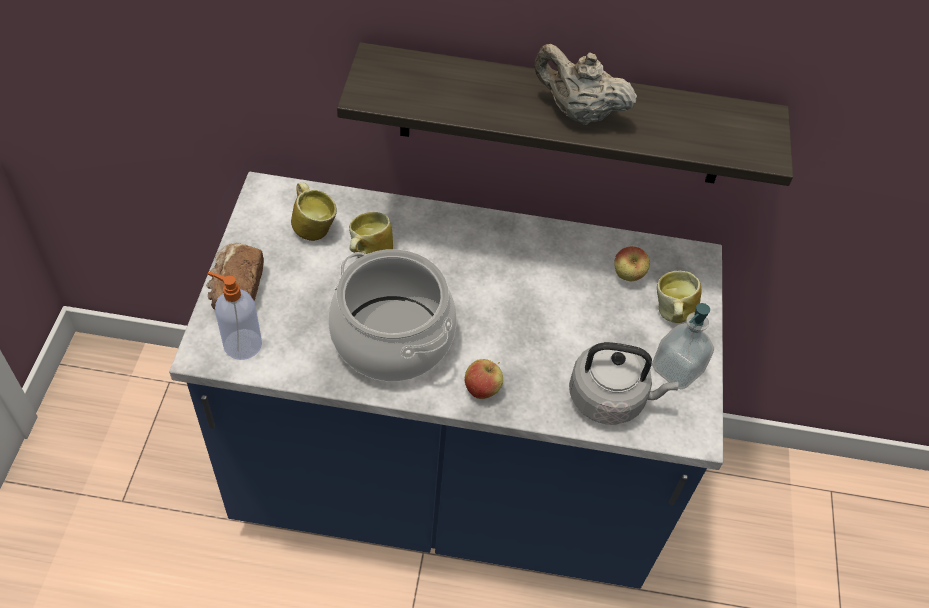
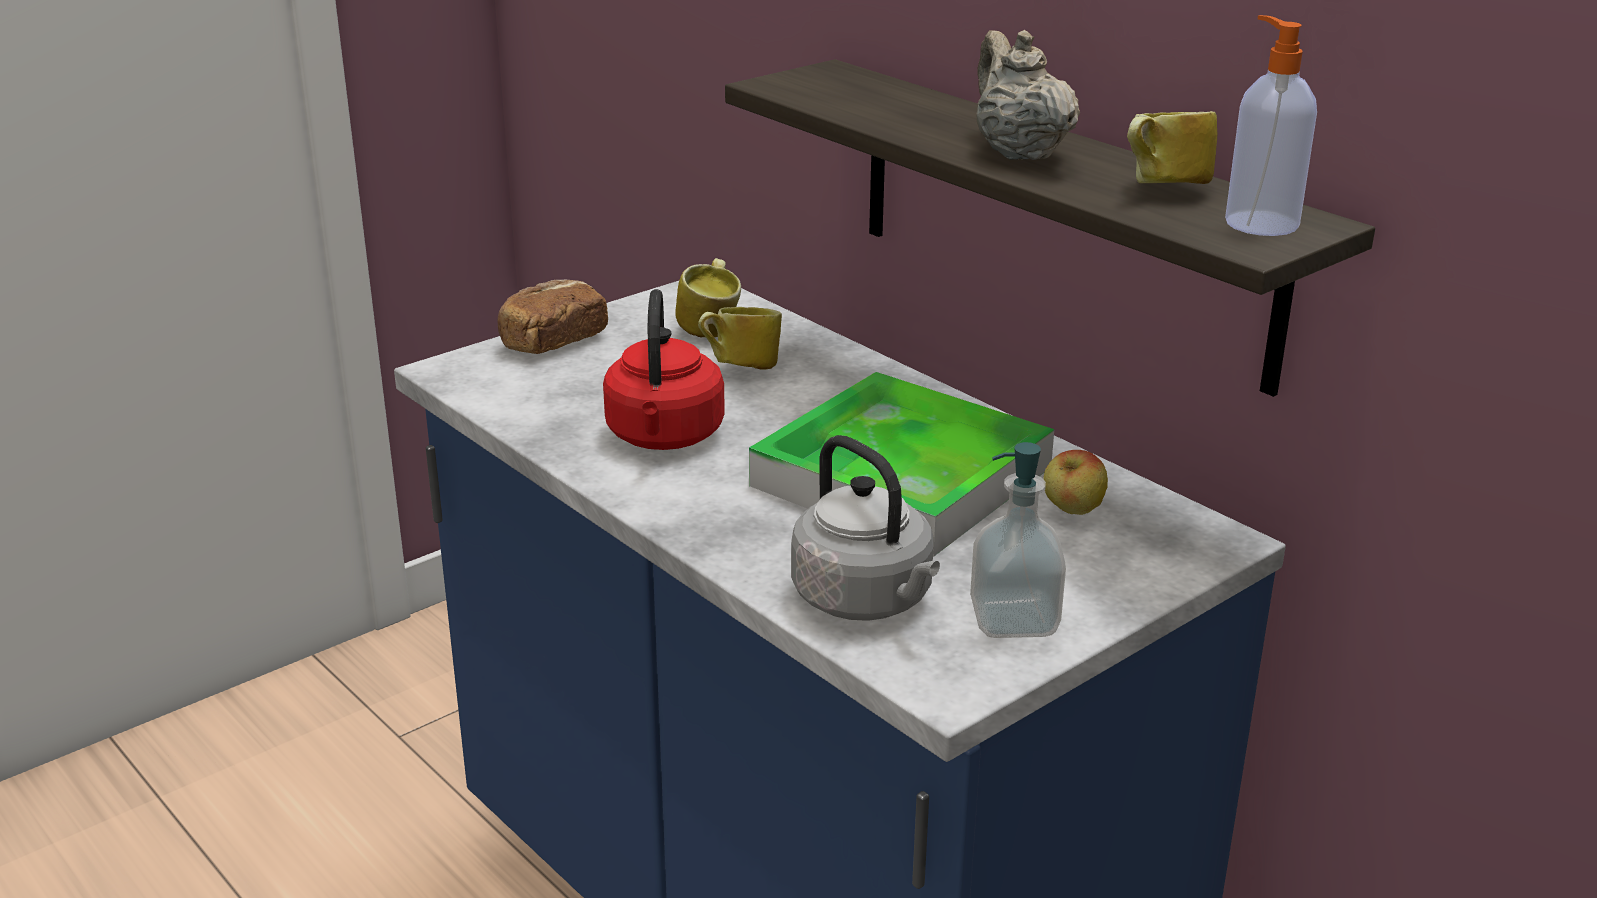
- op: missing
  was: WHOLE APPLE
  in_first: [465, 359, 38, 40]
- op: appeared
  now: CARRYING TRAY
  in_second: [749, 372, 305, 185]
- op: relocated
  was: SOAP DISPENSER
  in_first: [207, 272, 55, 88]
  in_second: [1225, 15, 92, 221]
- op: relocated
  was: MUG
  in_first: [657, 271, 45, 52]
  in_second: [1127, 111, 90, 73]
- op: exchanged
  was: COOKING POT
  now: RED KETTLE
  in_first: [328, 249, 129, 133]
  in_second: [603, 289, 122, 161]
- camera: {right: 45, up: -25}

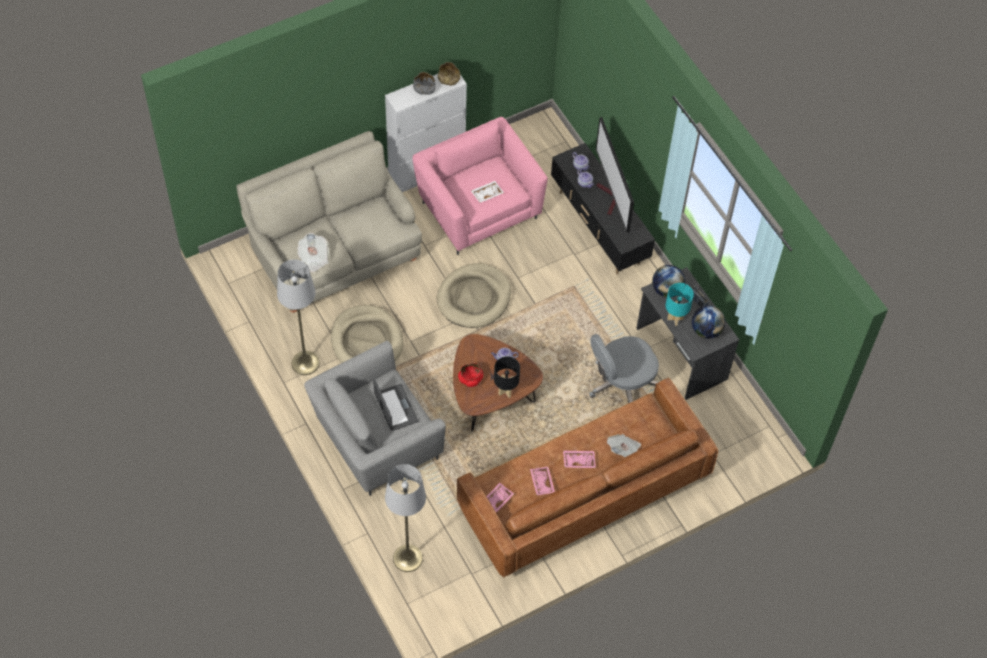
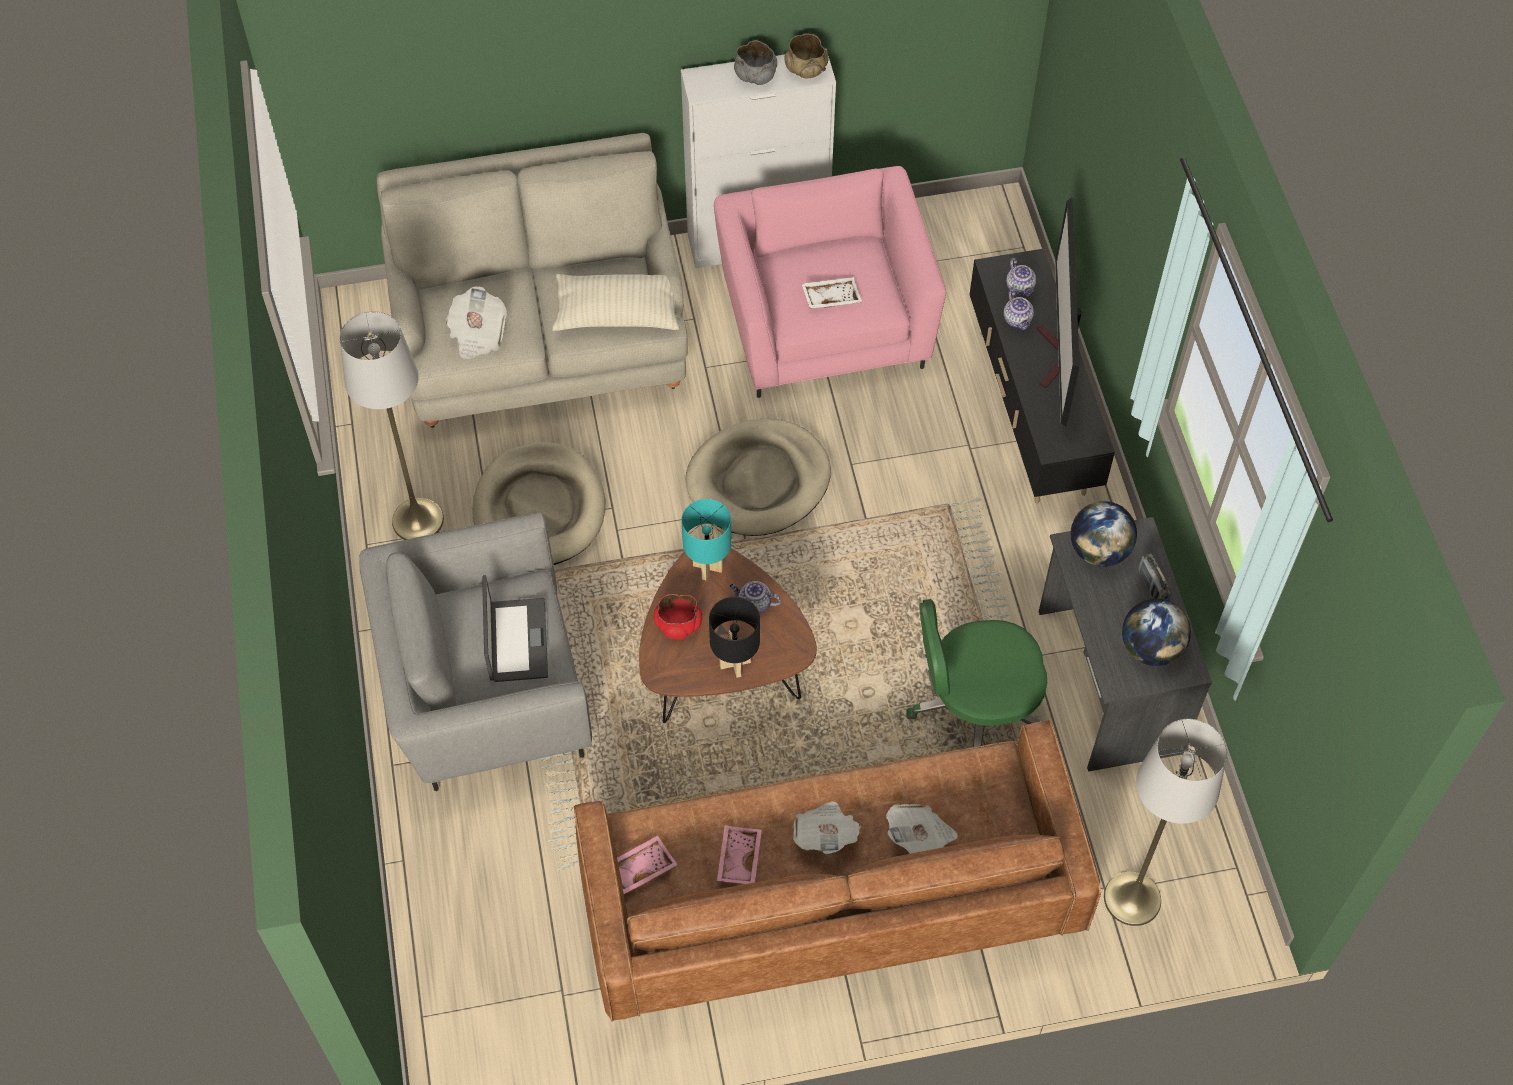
- op: appeared
  now: BEIGE CUSHION
  in_second: [552, 274, 128, 57]
- op: relocated
  was: GREY FLOOR LAMP
  in_first: [385, 464, 41, 108]
  in_second: [1104, 719, 123, 207]
- op: relocated
  was: BLUE-GREEN TABLE LAMP
  in_first: [666, 283, 28, 43]
  in_second: [681, 499, 51, 81]
- op: exchanged
  was: PINK CARRYING TRAY
  now: DAILY PAPER
  in_first: [563, 450, 33, 18]
  in_second: [793, 802, 68, 52]
- op: colour
  was: GREY OFFICE CHAIR
  now: GREENISH OFFICE CHAIR
  in_first: [589, 334, 70, 69]
  in_second: [907, 599, 140, 148]
- camera: {right: 20, up: 0}

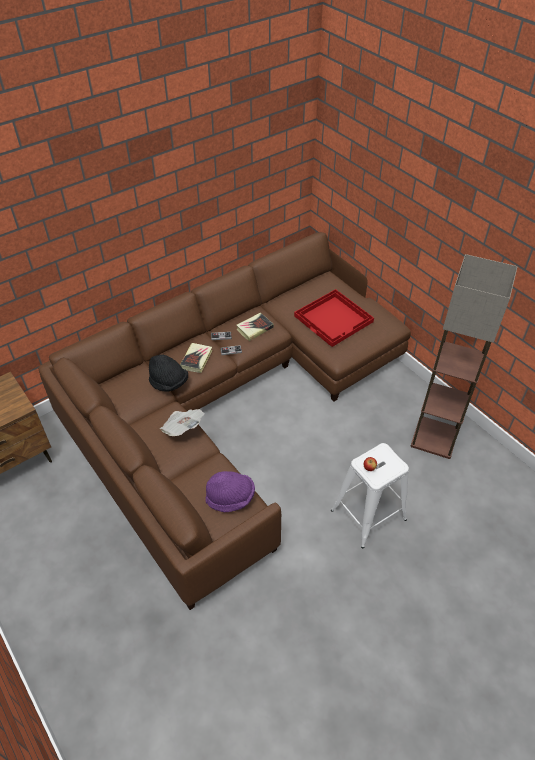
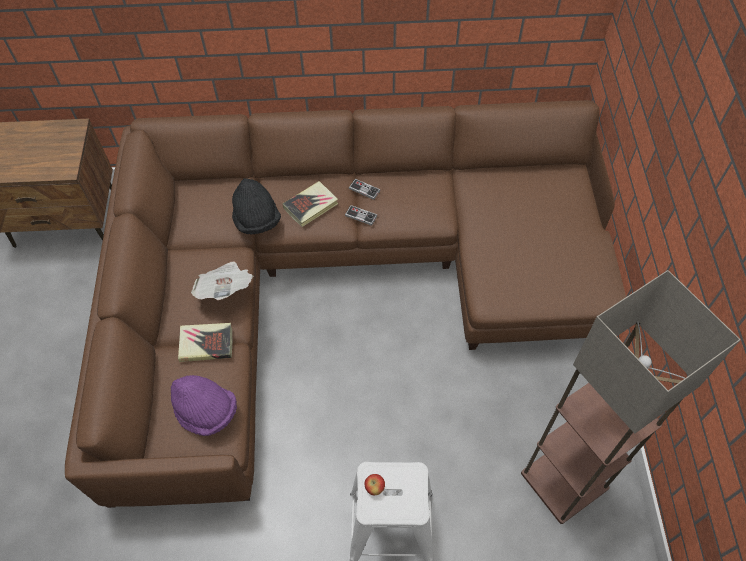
- op: missing
  was: RED CARRYING TRAY
  in_first: [294, 289, 80, 58]
- op: relocated
  was: BOOK
  in_first: [236, 313, 38, 28]
  in_second: [178, 323, 54, 39]
- camera: {right: 35, up: 10}

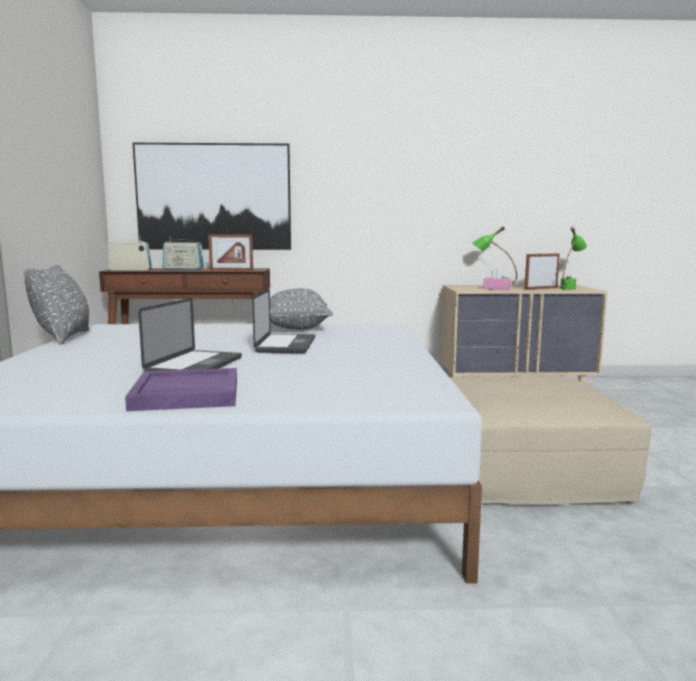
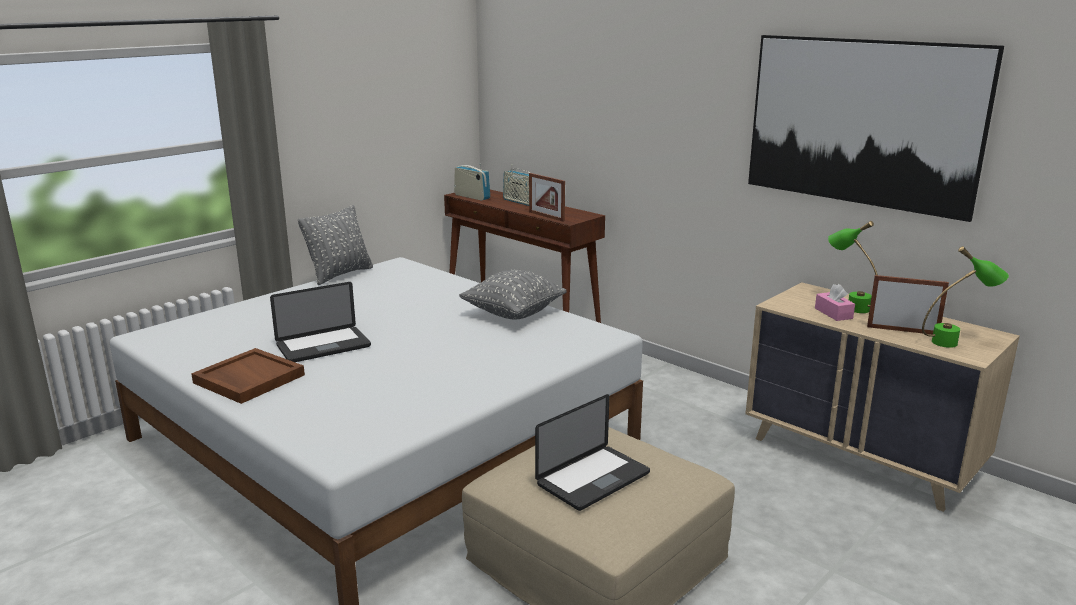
- op: relocated
  was: WALL PICTURE
  in_first: [133, 143, 158, 107]
  in_second: [748, 35, 256, 187]
- op: relocated
  was: NOTEBOOK COMPUTER
  in_first: [252, 289, 63, 64]
  in_second: [535, 394, 115, 117]
- op: colour
  was: PURPLISH CARRYING TRAY
  now: BROWN CARRYING TRAY
  in_first: [125, 368, 112, 43]
  in_second: [191, 348, 114, 56]
- camera: {right: 45, up: 10}

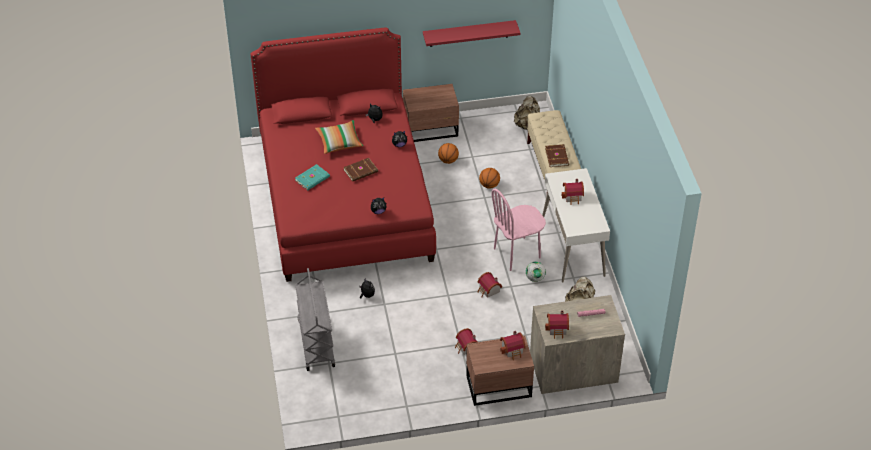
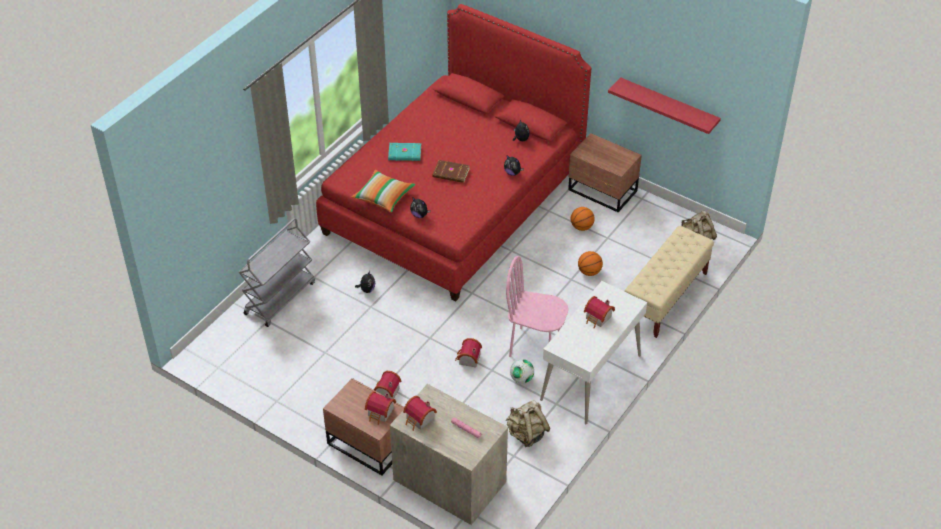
- op: missing
  was: BROWN BOOK
  in_first: [545, 144, 24, 23]
- op: relocated
  was: CUSHION
  in_first: [315, 120, 48, 34]
  in_second: [352, 170, 64, 43]
- camera: {right: 45, up: 0}

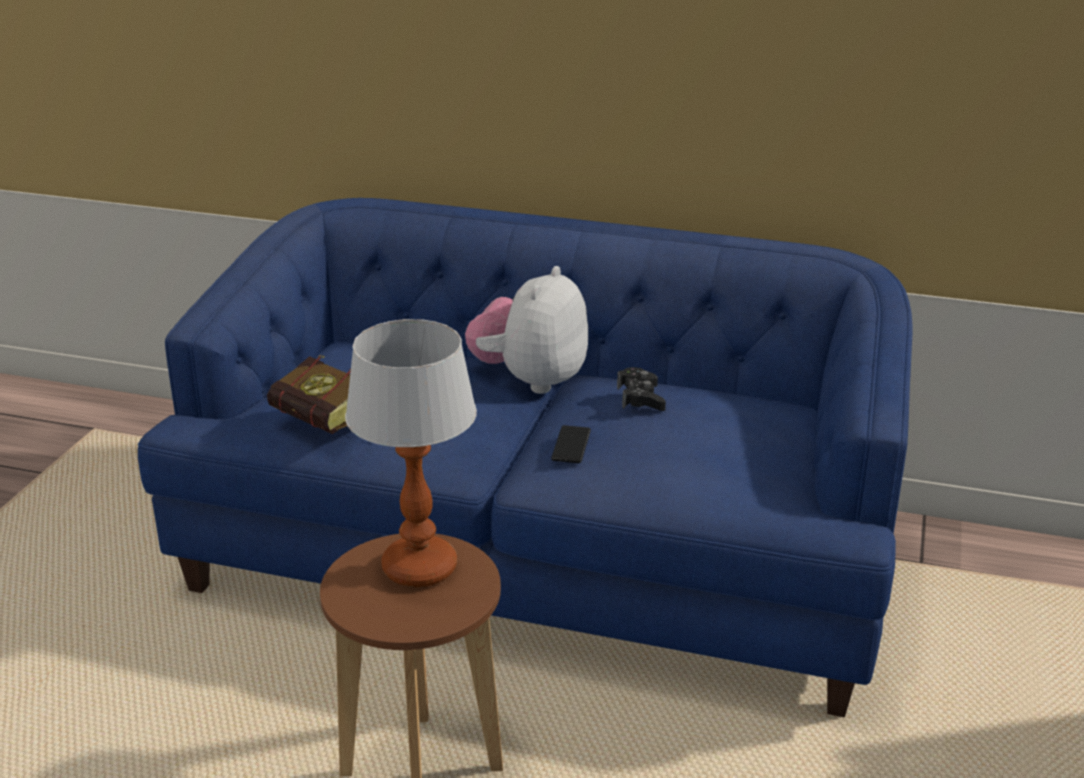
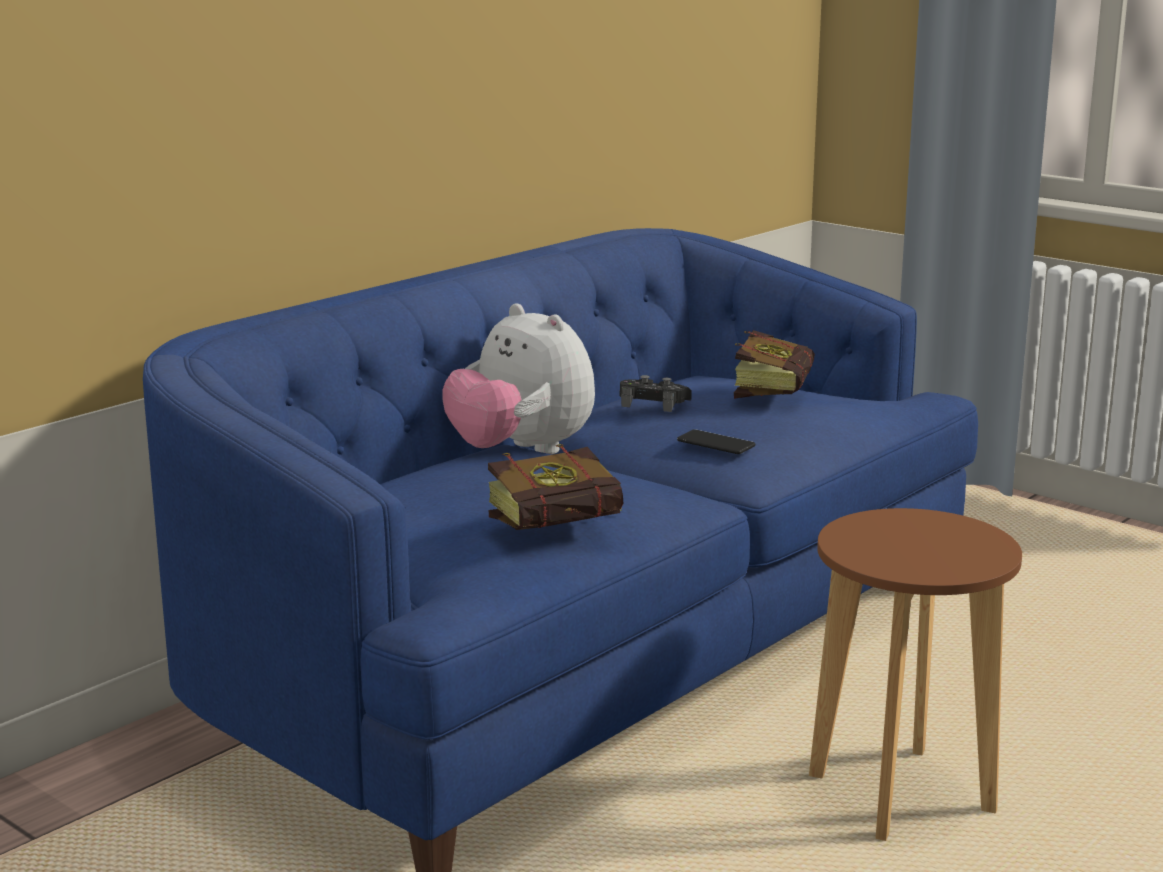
- op: missing
  was: TABLE LAMP
  in_first: [345, 319, 132, 268]
- op: appeared
  now: BOOK
  in_second: [734, 330, 81, 69]
- camera: {right: -65, up: -10}

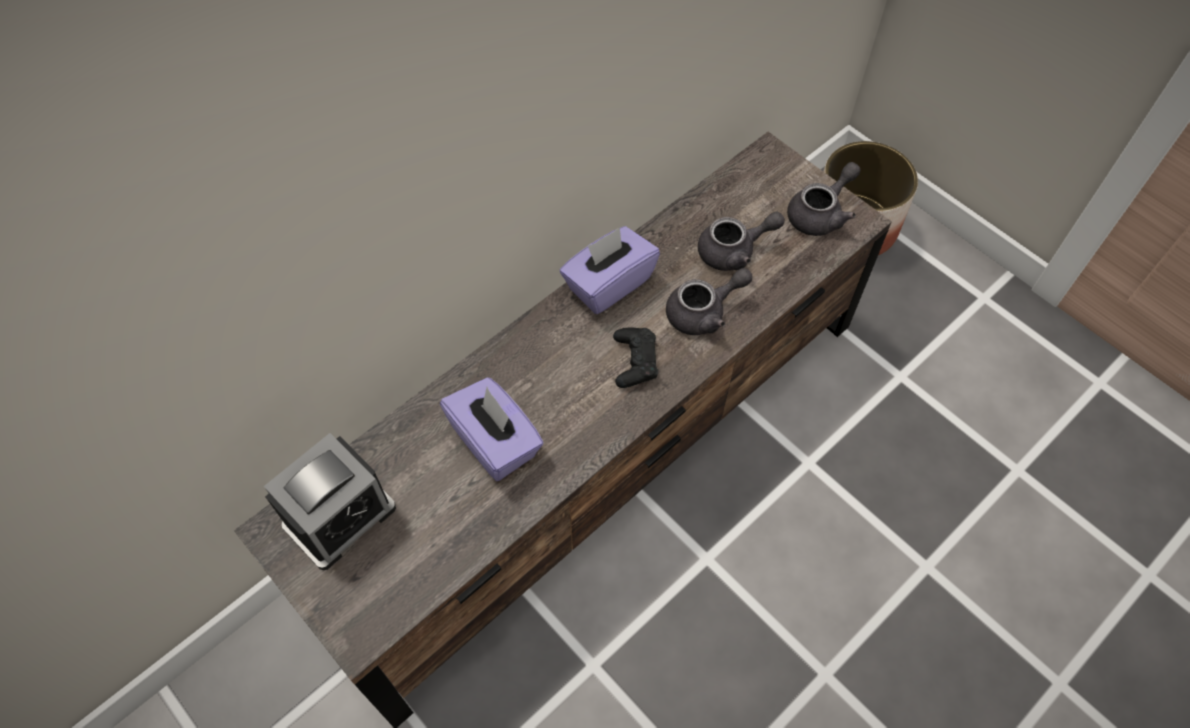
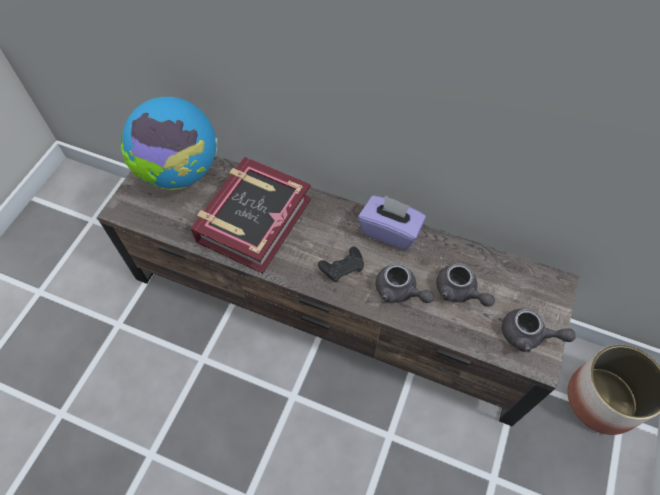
- op: exchanged
  was: BEDSIDE CLOCK
  now: DESK GLOBE
  in_first: [264, 433, 132, 137]
  in_second: [121, 97, 97, 93]
- op: exchanged
  was: PURPLISH TISSUE BOX
  now: BOOK
  in_first: [440, 377, 104, 104]
  in_second: [191, 157, 120, 117]
- camera: {right: 65, up: 0}

